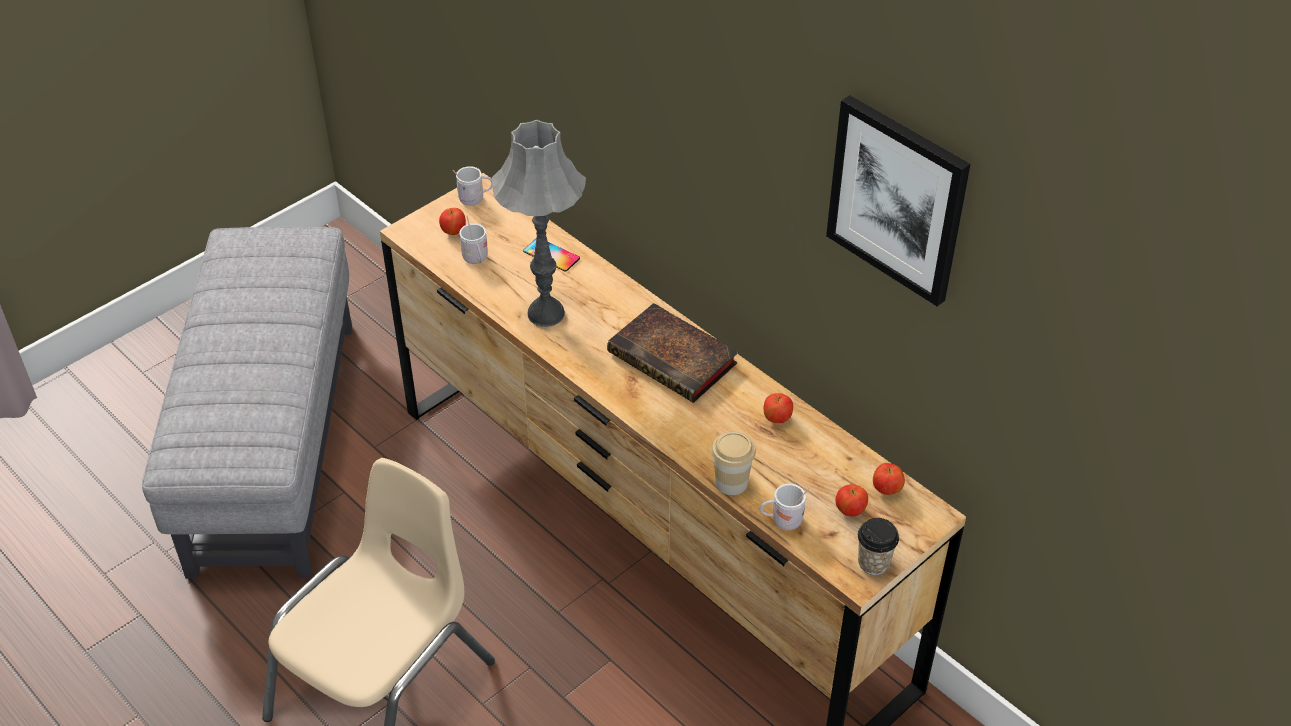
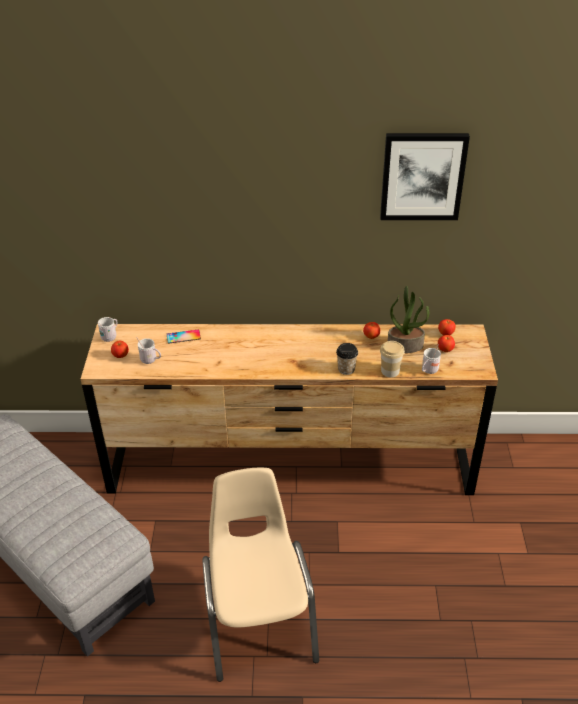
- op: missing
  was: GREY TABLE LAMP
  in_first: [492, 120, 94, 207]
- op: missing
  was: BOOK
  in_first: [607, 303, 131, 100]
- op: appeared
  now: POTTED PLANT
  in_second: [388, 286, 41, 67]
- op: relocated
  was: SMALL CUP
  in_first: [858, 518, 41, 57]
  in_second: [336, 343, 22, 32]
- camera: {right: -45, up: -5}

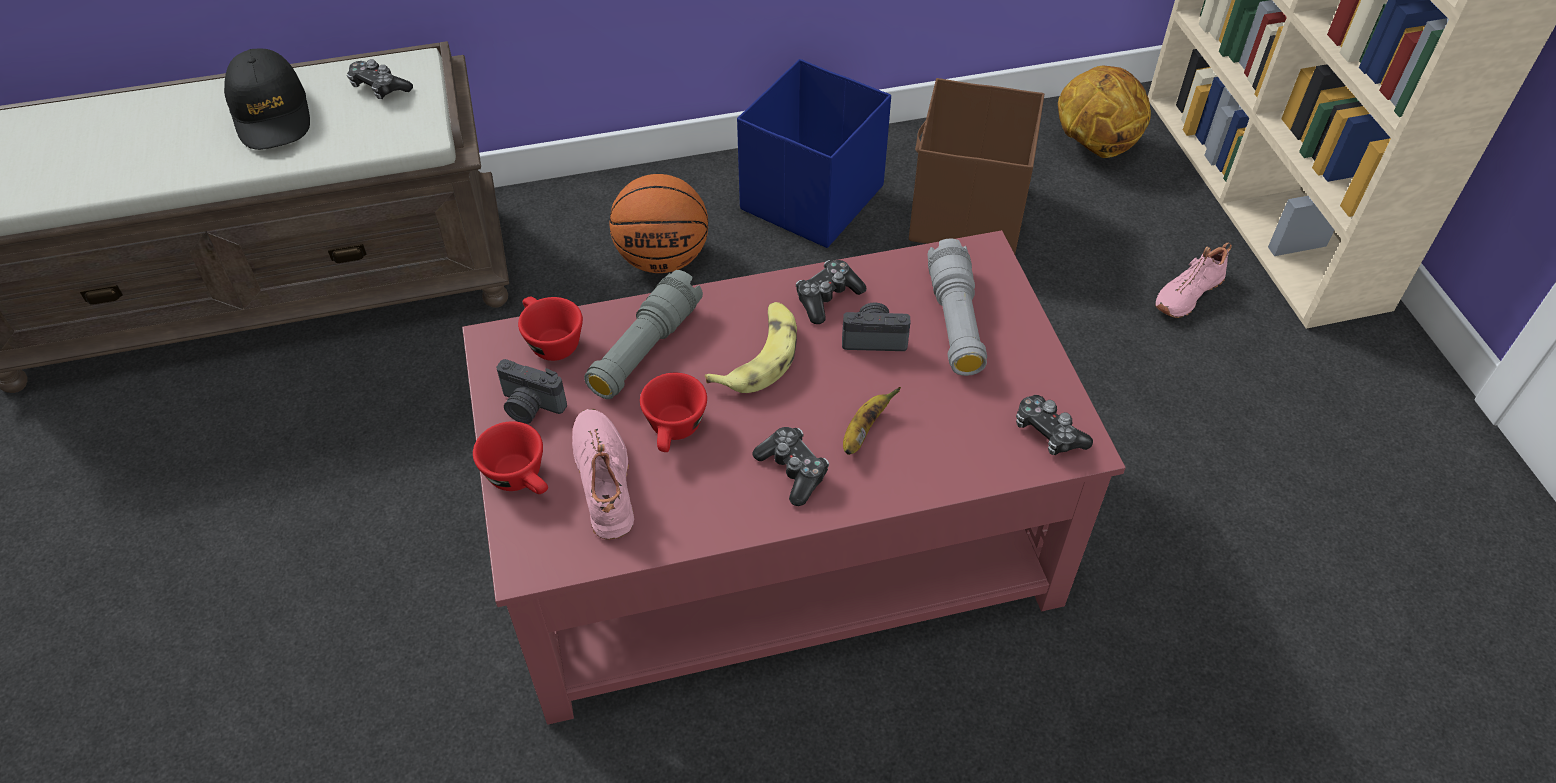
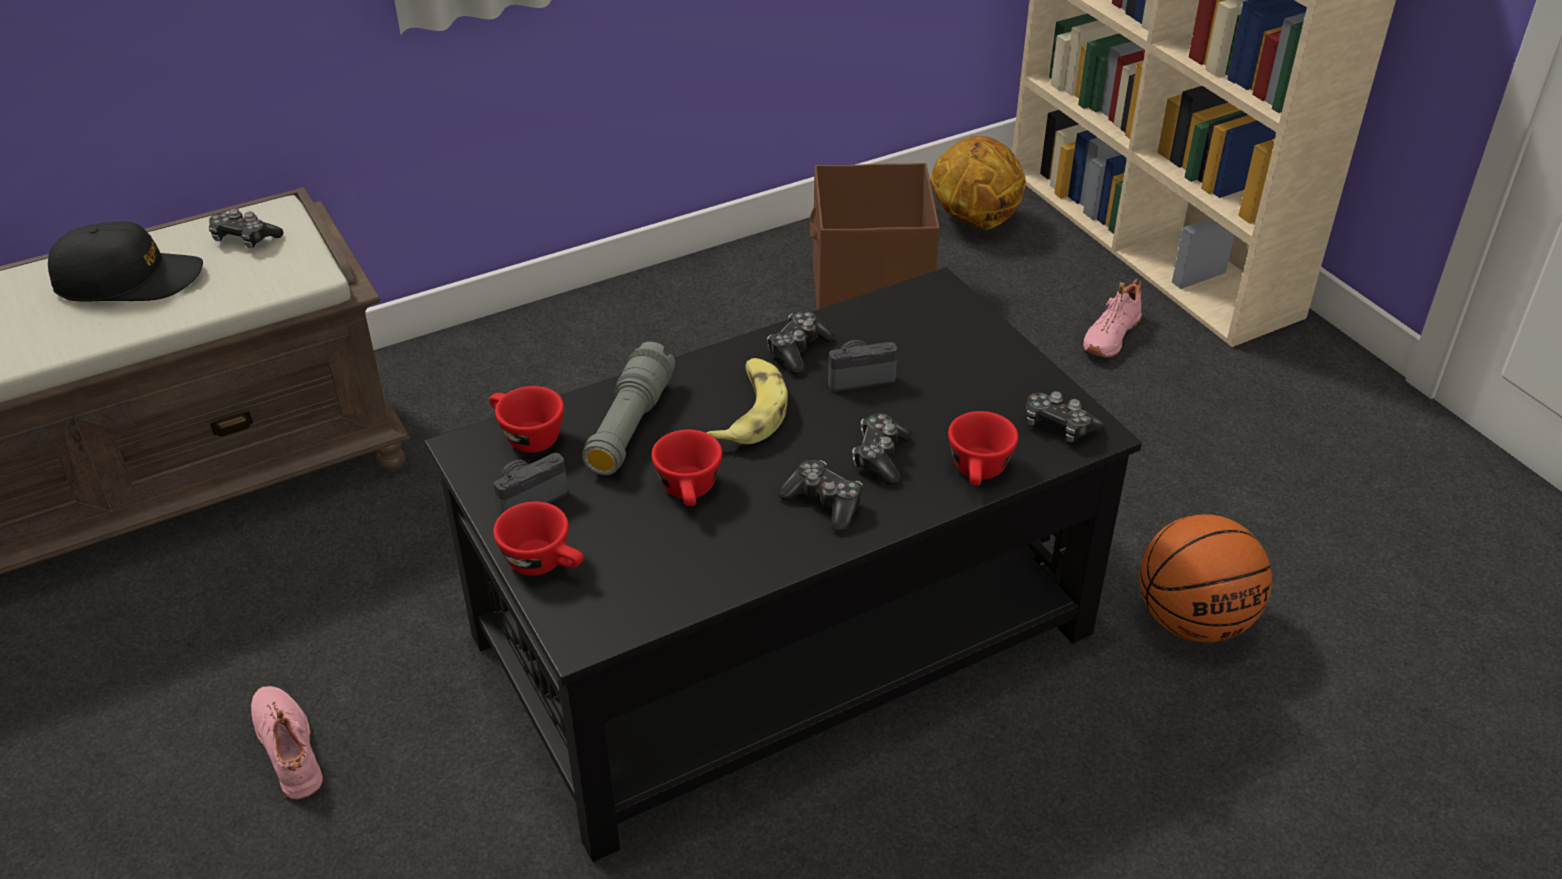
- op: missing
  was: BLUISH STORAGE CONTAINER
  in_first: [737, 59, 154, 189]
- op: missing
  was: GREY FLASHLIGHT
  in_first: [927, 239, 60, 137]
- op: appeared
  now: RED SMALL CUP
  in_second: [948, 411, 70, 75]
- op: relocated
  was: PINK LOW SHOE
  in_first: [572, 409, 62, 131]
  in_second: [251, 685, 72, 115]
- op: relocated
  was: BALL FOR BASKETBALL
  in_first: [609, 174, 99, 99]
  in_second: [1139, 514, 133, 129]
- op: exchanged
  was: WHOLE BANANA
  now: GAMEPAD
  in_first: [843, 387, 58, 68]
  in_second: [852, 413, 60, 72]
- op: colour
  was: RED LOUNGE TABLE
  now: BLACK LOUNGE TABLE
  in_first: [462, 230, 664, 495]
  in_second: [424, 267, 718, 595]
- op: spun
  was: BLACK PEAKED CAP
  in_first: [224, 48, 86, 102]
  in_second: [48, 221, 155, 81]
  clockwise: -60
- op: spun
  was: STILL CAMERA
  in_first: [496, 359, 71, 65]
  in_second: [494, 453, 74, 63]
  clockwise: 135
- camera: {right: -15, up: -10}

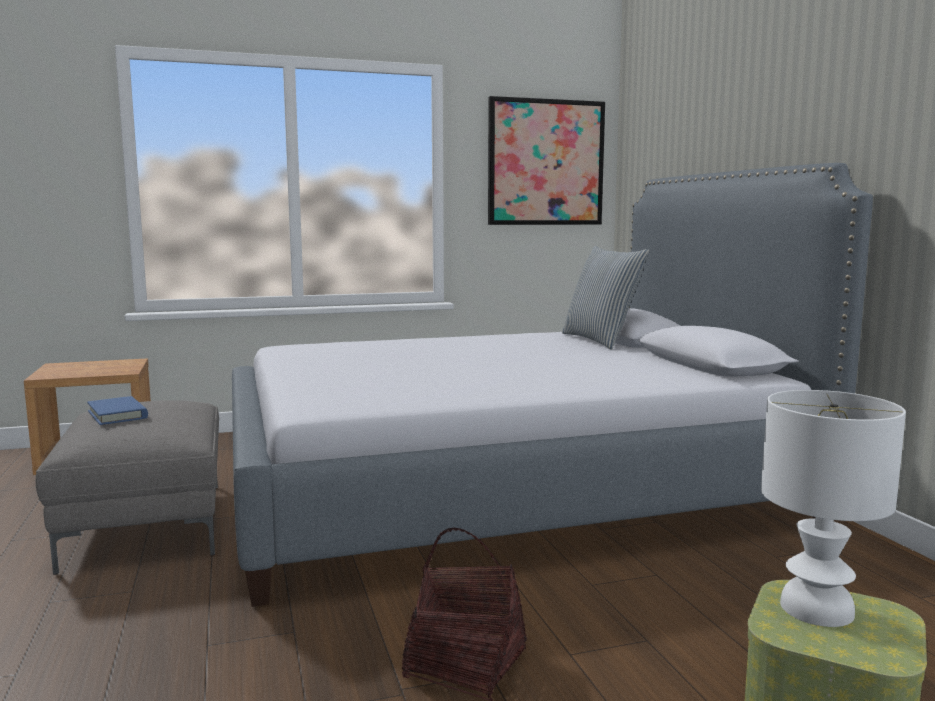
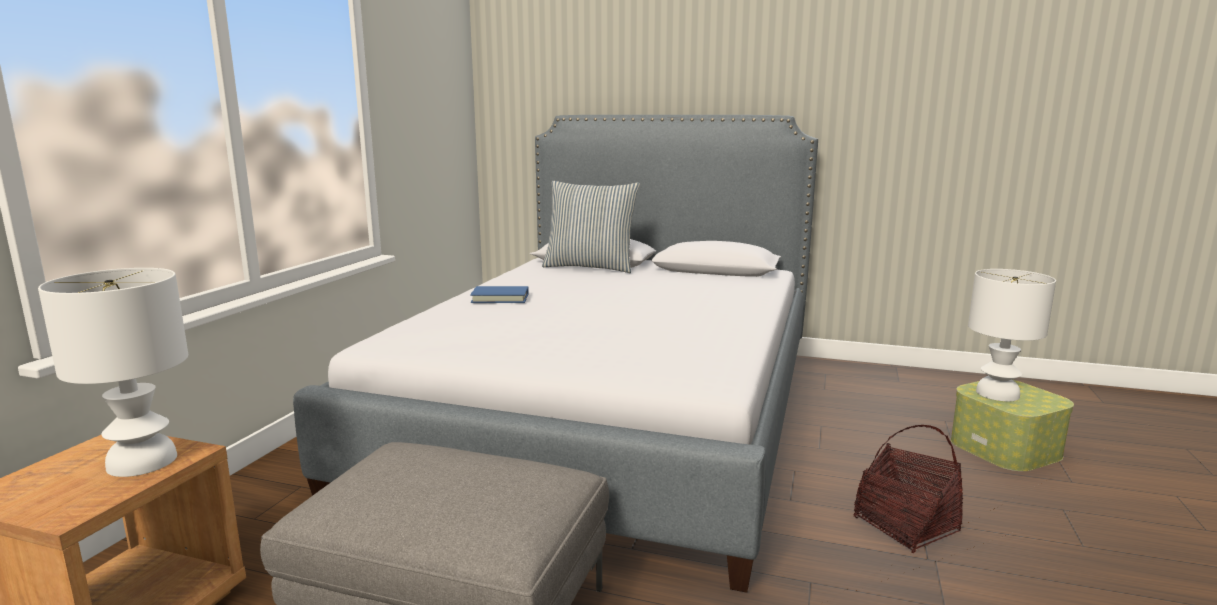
- op: missing
  was: WALL PICTURE
  in_first: [488, 96, 117, 129]
- op: appeared
  now: WHITE TABLE LAMP
  in_second: [38, 268, 150, 209]
- op: relocated
  was: BLUISH BOOK
  in_first: [87, 396, 61, 29]
  in_second: [470, 286, 59, 17]
- camera: {right: -55, up: 5}

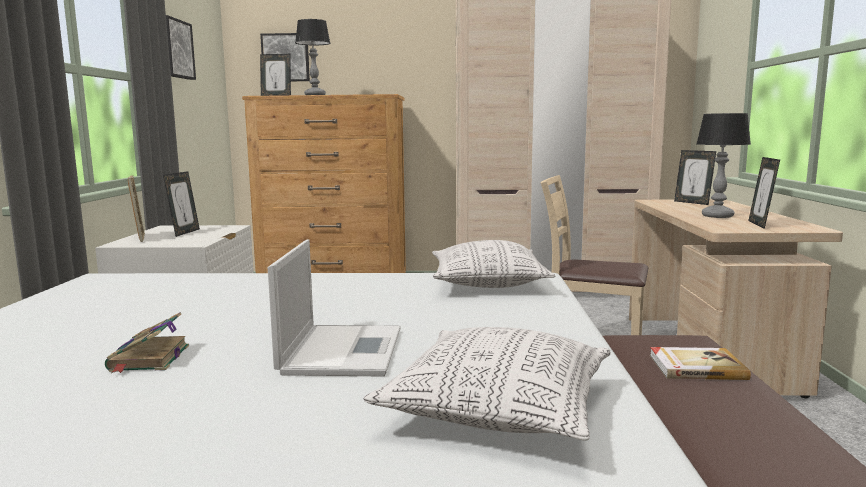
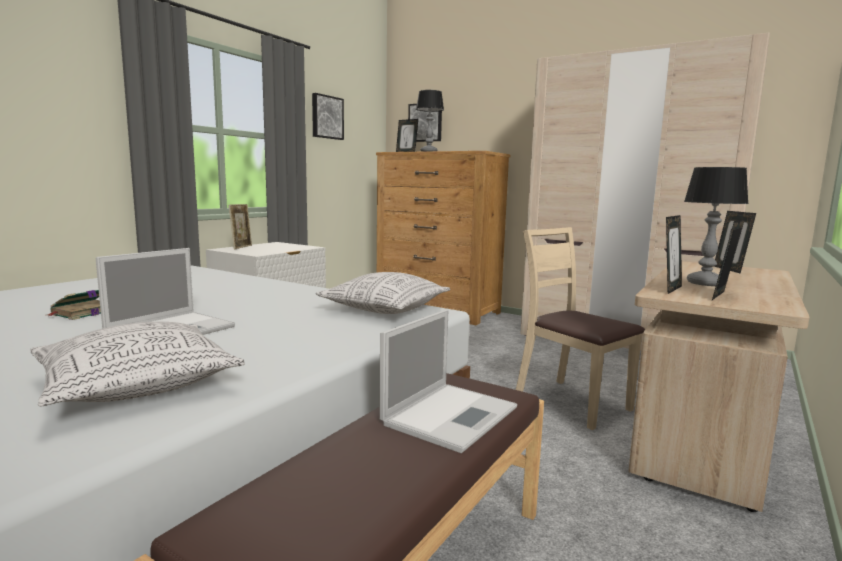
- op: relocated
  was: PICTURE FRAME
  in_first: [163, 171, 37, 66]
  in_second: [666, 215, 16, 79]
- op: exchanged
  was: BOOK
  now: NOTEBOOK COMPUTER
  in_first: [650, 347, 101, 33]
  in_second: [379, 309, 138, 144]
- camera: {right: 30, up: 0}

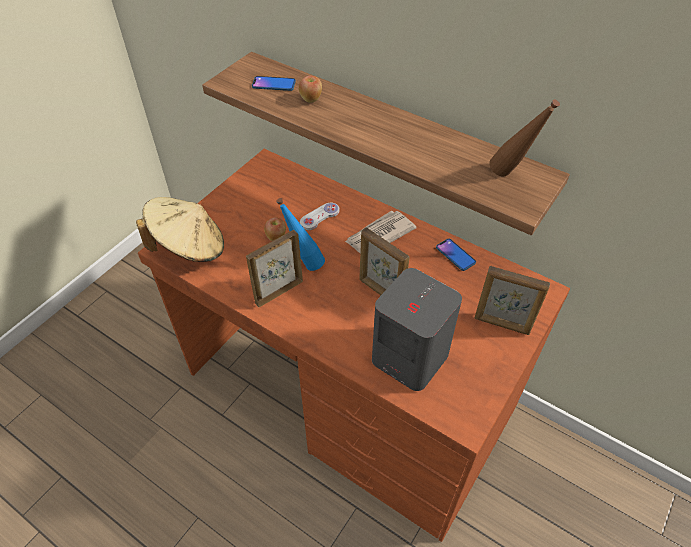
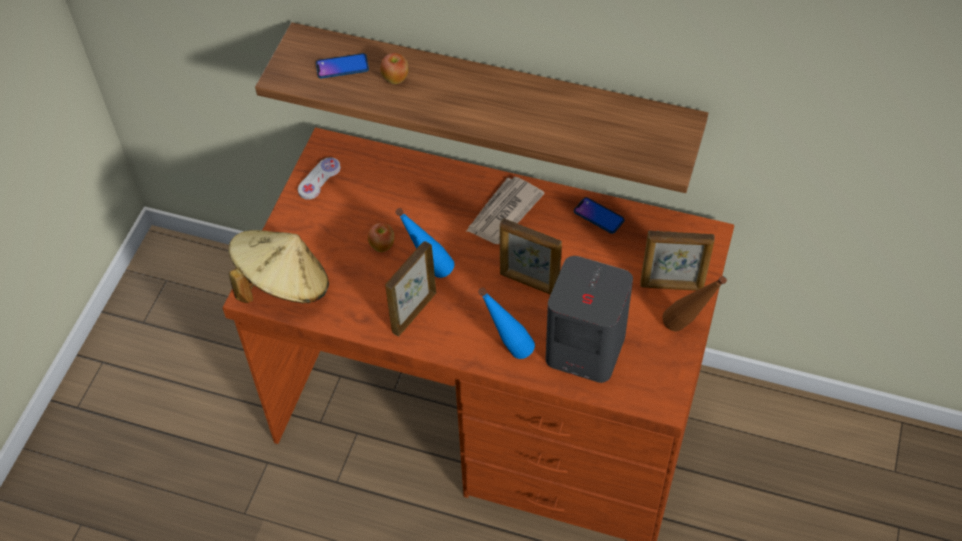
- op: appeared
  now: BLUISH BOTTLE
  in_second: [478, 287, 57, 72]
- op: relocated
  was: WHITE GAMEPAD
  in_first: [300, 203, 40, 27]
  in_second: [298, 157, 43, 43]
- op: relocated
  was: BROWN BOTTLE
  in_first: [489, 99, 71, 78]
  in_second: [662, 276, 65, 56]
- camera: {right: -15, up: 5}

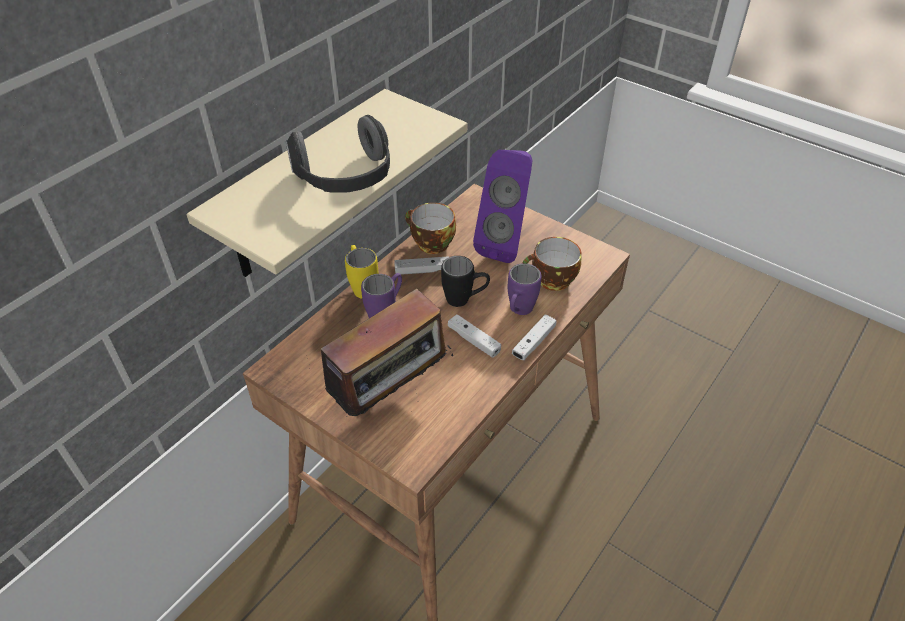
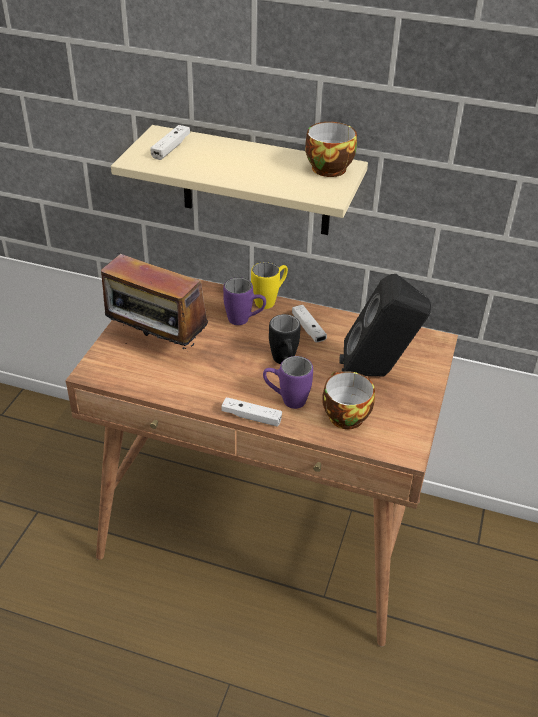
- op: missing
  was: HEADPHONES
  in_first: [286, 115, 104, 78]
- op: relocated
  was: SMALL CUP
  in_first: [405, 202, 51, 52]
  in_second: [305, 122, 52, 55]
- op: relocated
  was: WHITE GAMEPAD
  in_first: [448, 314, 53, 44]
  in_second: [150, 125, 40, 35]
- op: colour
  was: PURPLISH AUDIO SPEAKER
  now: BLACK AUDIO SPEAKER
  in_first: [473, 150, 60, 113]
  in_second: [339, 274, 92, 102]
- camera: {right: 70, up: -5}

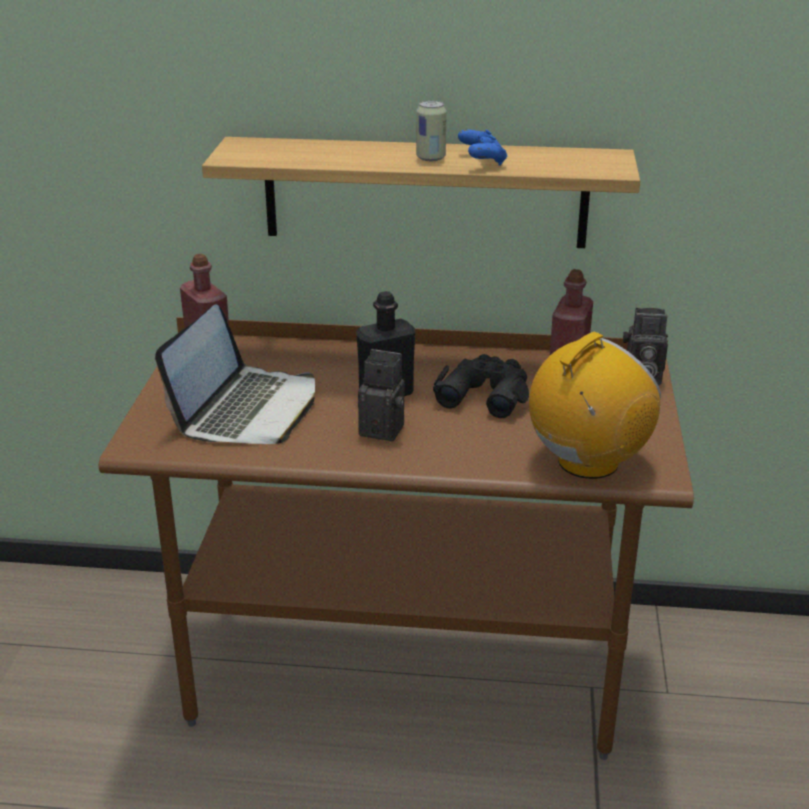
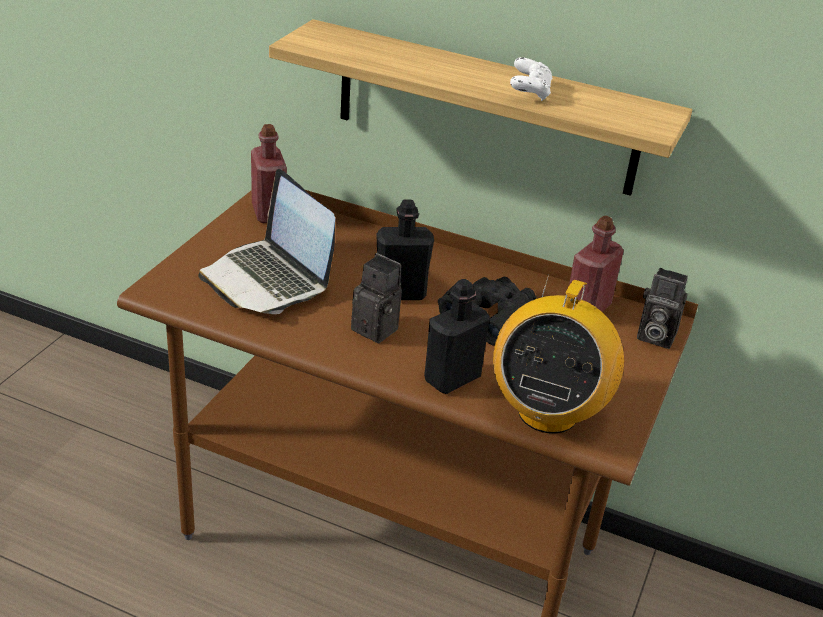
- op: missing
  was: METAL CAN
  in_first: [416, 101, 31, 60]
- op: appeared
  now: BLACK BOTTLE
  in_second: [424, 279, 66, 115]
- op: colour
  was: BLUISH GAMEPAD
  now: WHITE GAMEPAD
  in_first: [458, 129, 49, 37]
  in_second: [510, 57, 42, 44]
- op: spun
  was: NOTEBOOK COMPUTER
  in_first: [155, 304, 160, 140]
  in_second: [198, 169, 137, 145]
  clockwise: 105
- op: spun
  was: RADIO
  in_first: [529, 332, 132, 147]
  in_second: [493, 274, 131, 160]
  clockwise: 135
- camera: {right: 15, up: 5}

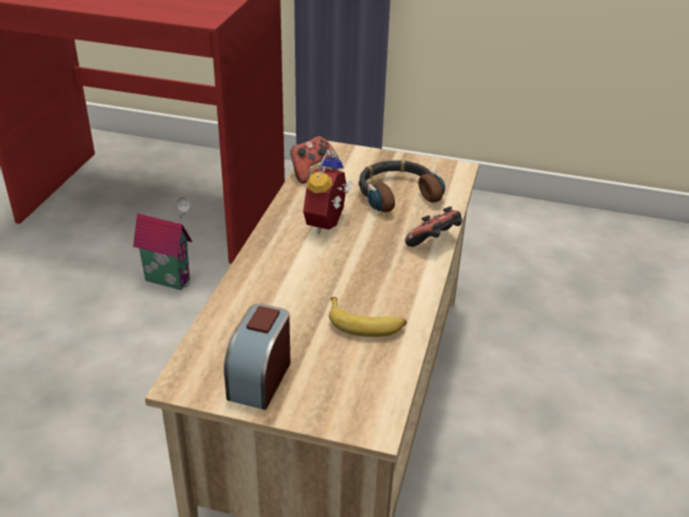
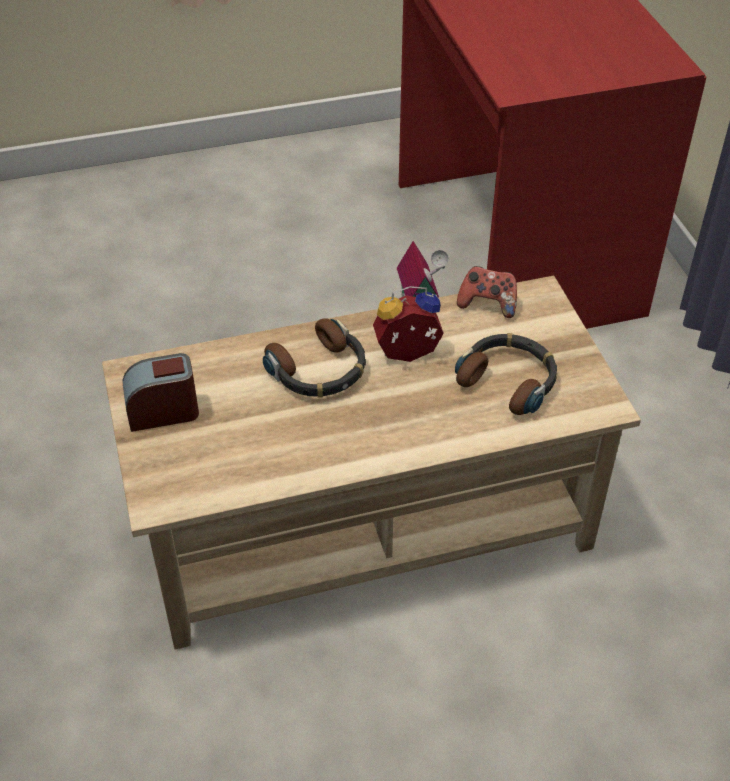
- op: missing
  was: WHOLE BANANA
  in_first: [329, 297, 78, 40]
- op: missing
  was: GAMEPAD
  in_first: [405, 206, 57, 41]
- op: appeared
  now: HEADPHONES
  in_second: [263, 318, 103, 80]
- camera: {right: 60, up: 10}

